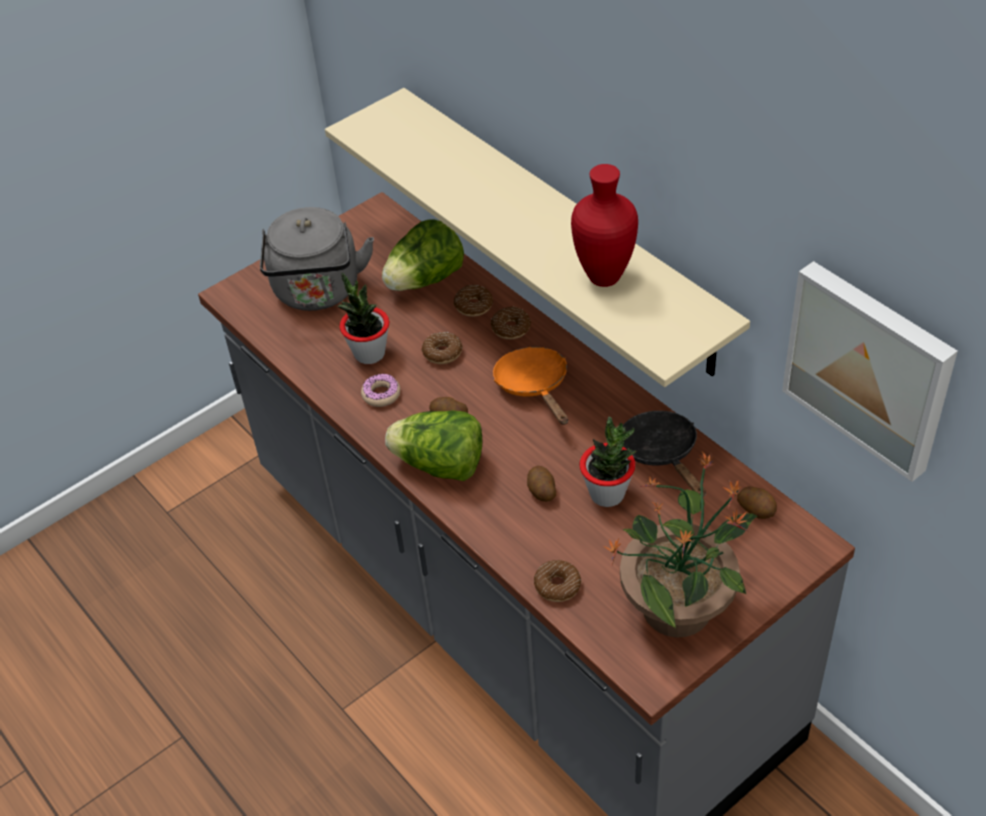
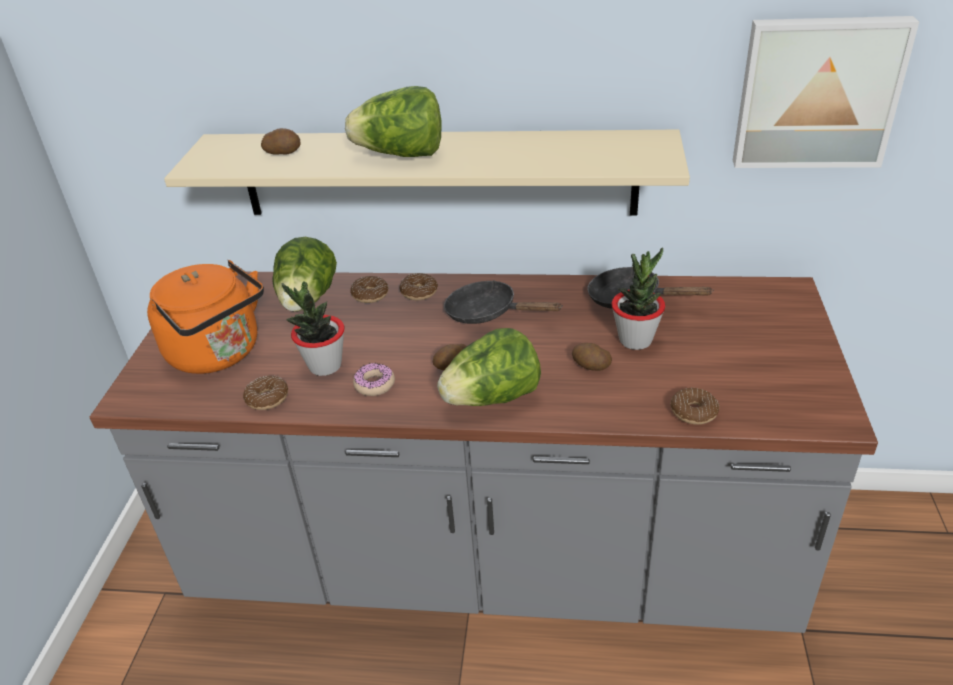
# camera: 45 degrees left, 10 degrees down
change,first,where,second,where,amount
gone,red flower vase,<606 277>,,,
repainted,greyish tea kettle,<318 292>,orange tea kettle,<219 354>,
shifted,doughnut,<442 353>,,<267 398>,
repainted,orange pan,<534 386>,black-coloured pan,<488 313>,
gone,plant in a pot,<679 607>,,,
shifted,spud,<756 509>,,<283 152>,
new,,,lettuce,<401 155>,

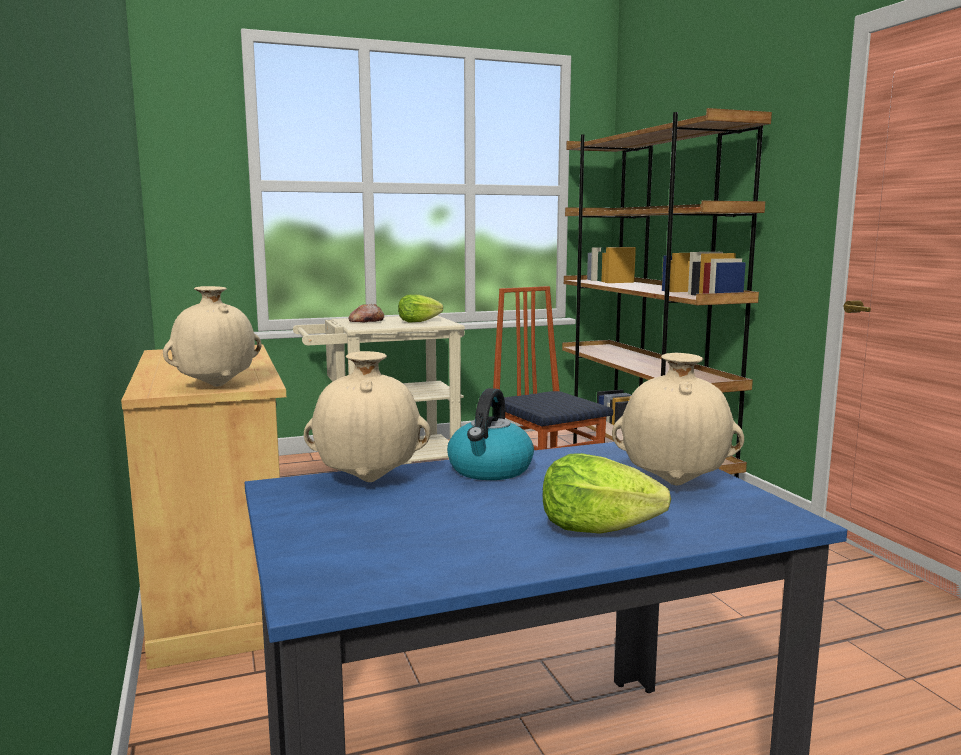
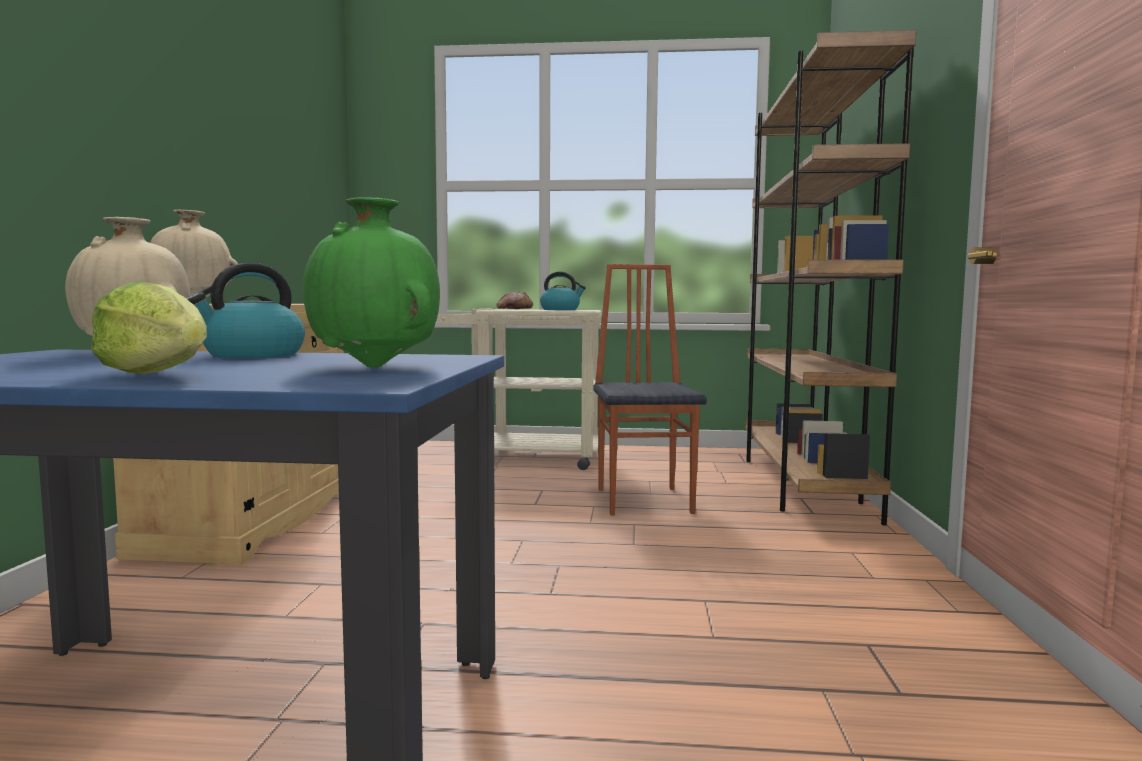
# camera: 25 degrees right, 5 degrees down
change,first,where,second,where,amount
swapped,lettuce,<418 322>,tea kettle,<560 310>,
repainted,beige-coloured flower vase,<675 483>,green-coloured flower vase,<375 367>,

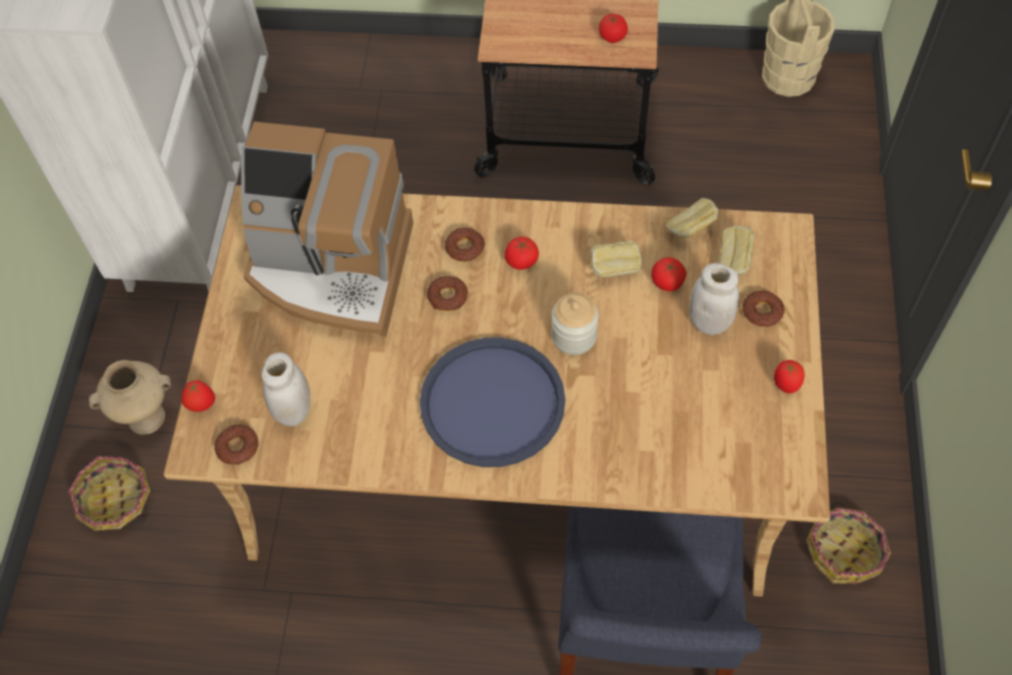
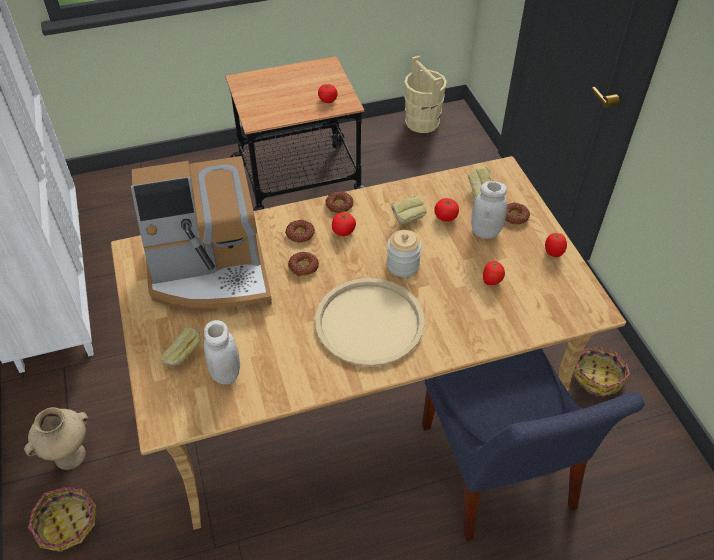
# camera: 25 degrees left, 10 degrees down
change,first,where,second,where,amount
shifted,bread,<690 230>,,<184 356>,
repainted,blue-coloured carrying tray,<493 403>,beige-coloured carrying tray,<369 322>,
shifted,fresh tomato,<202 405>,,<492 282>,
shifted,doughnut,<237 447>,,<339 205>,

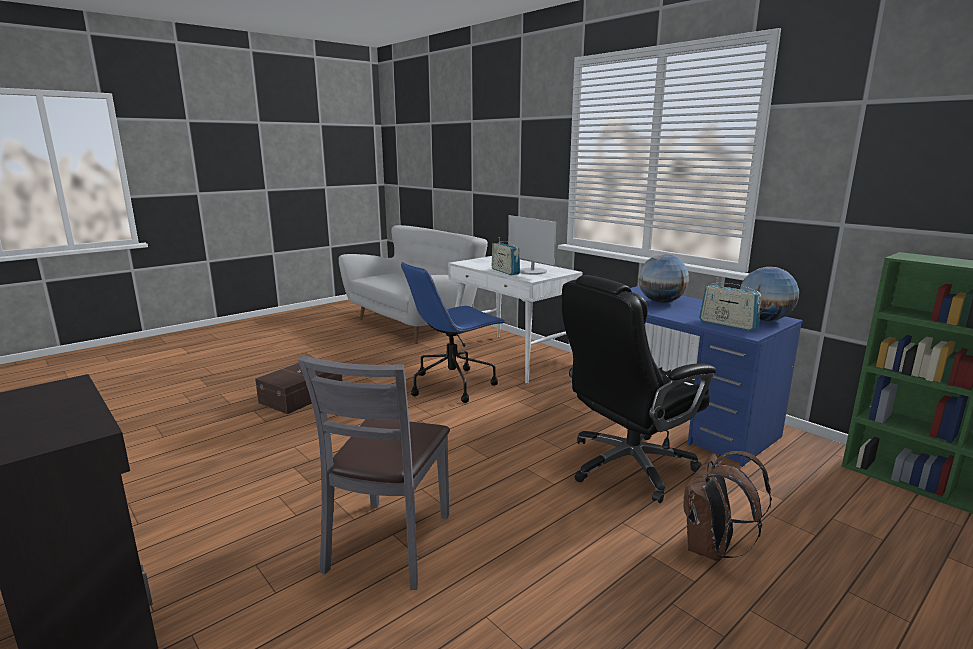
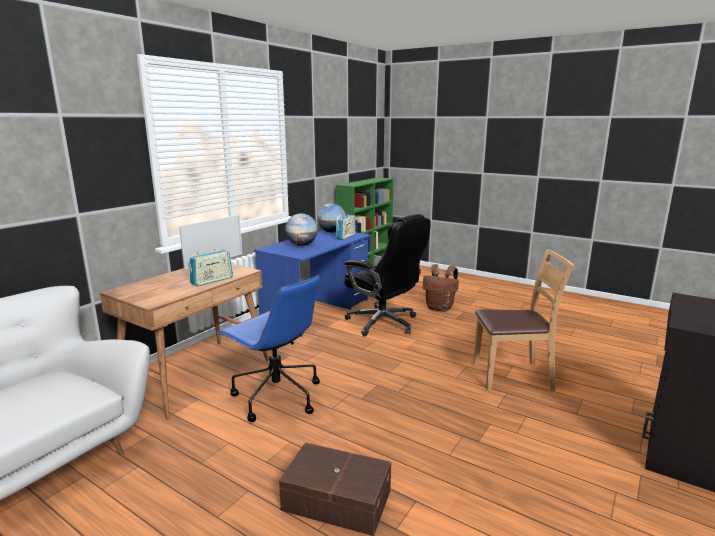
# camera: 105 degrees left, 0 degrees up
change,first,where,second,where,amount
repainted,white desk unit,<512 358>,brown-coloured desk unit,<197 375>,
repainted,greyish chair,<389 544>,brown-coloured chair,<513 376>,

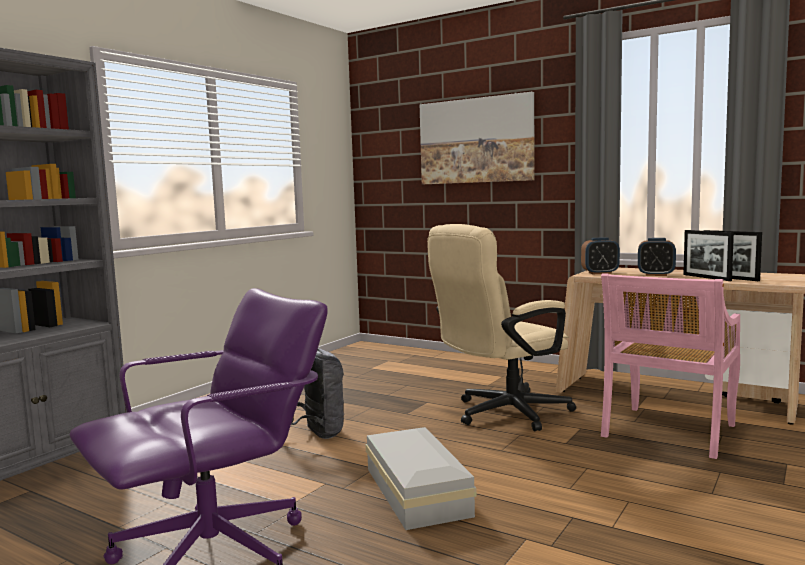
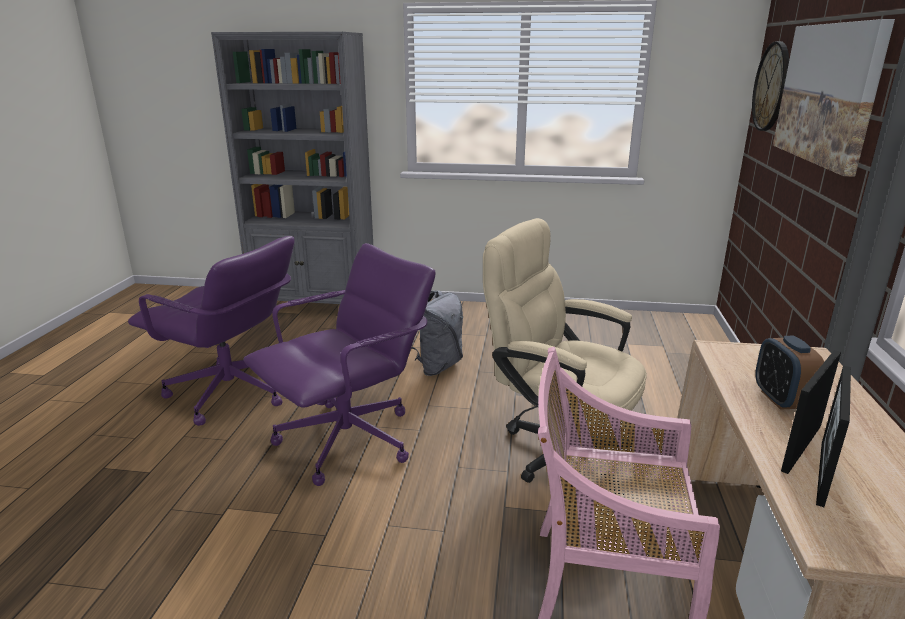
# camera: 65 degrees right, 15 degrees up
change,first,where,second,where,amount
gone,bedside clock,<600 273>,,,
swapped,white storage bin,<418 490>,purplish office chair,<349 440>,
new,,,clock on the wall,<772 87>,

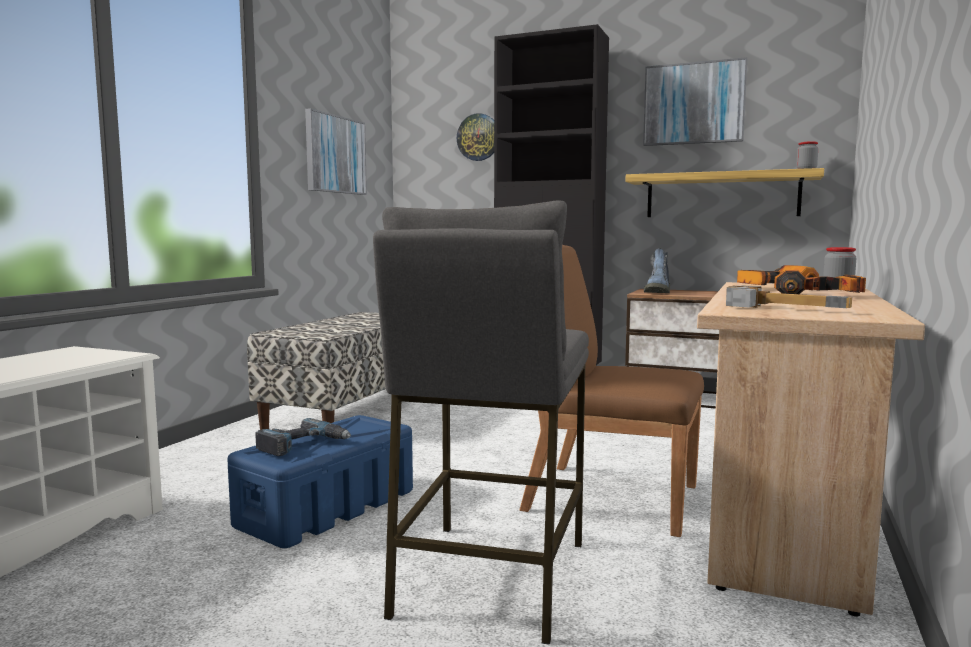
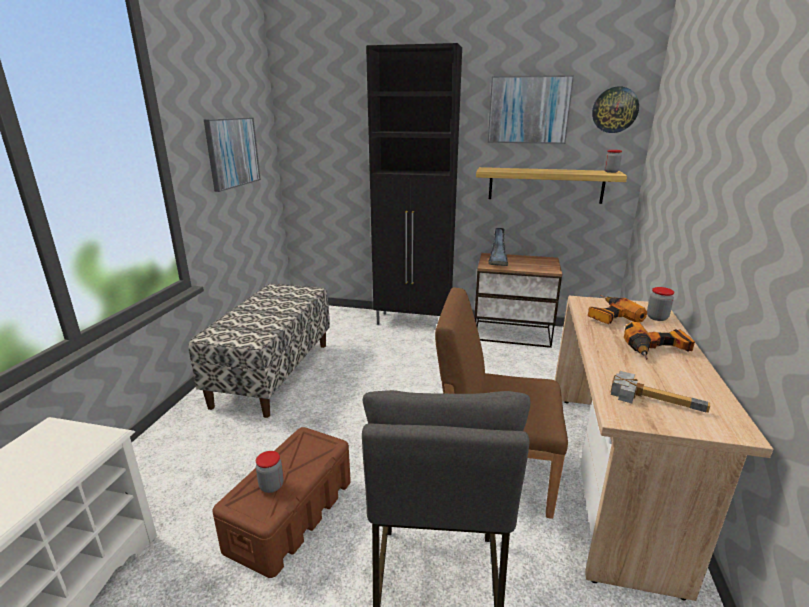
# camera: 10 degrees left, 15 degrees up
change,first,where,second,where,amount
shifted,clock on the wall,<478 137>,,<615 110>,
repainted,blue-coloured storage bin,<329 507>,brown-coloured storage bin,<292 514>,
swapped,drill,<303 445>,jar,<271 486>,

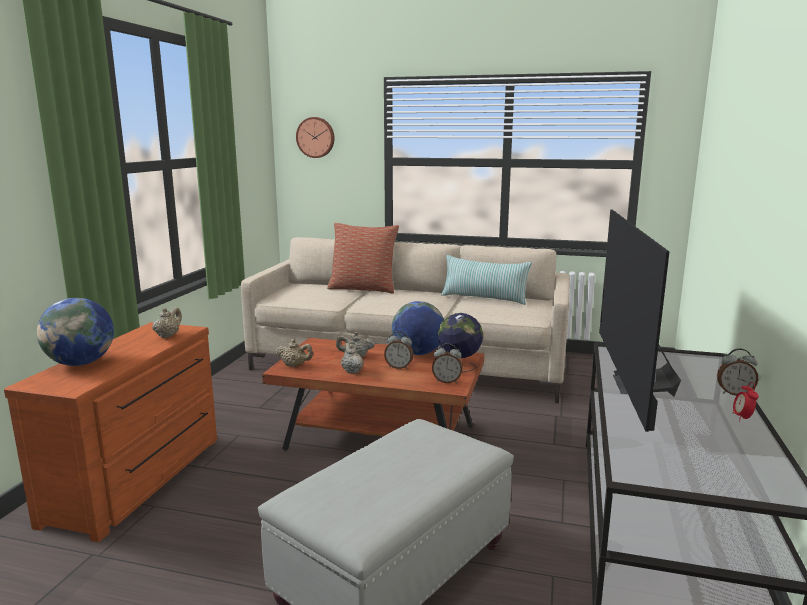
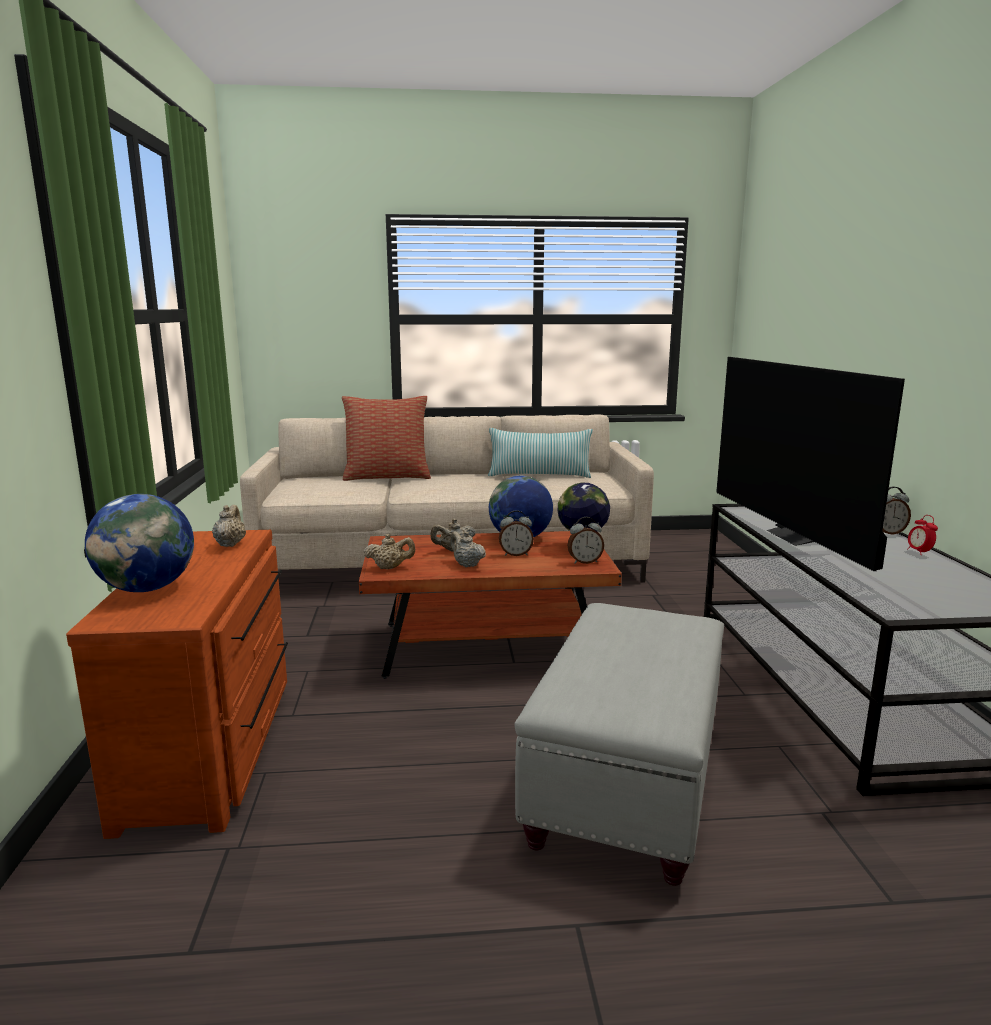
# camera: 20 degrees left, 0 degrees up
change,first,where,second,where,amount
gone,clock on the wall,<316 137>,,,

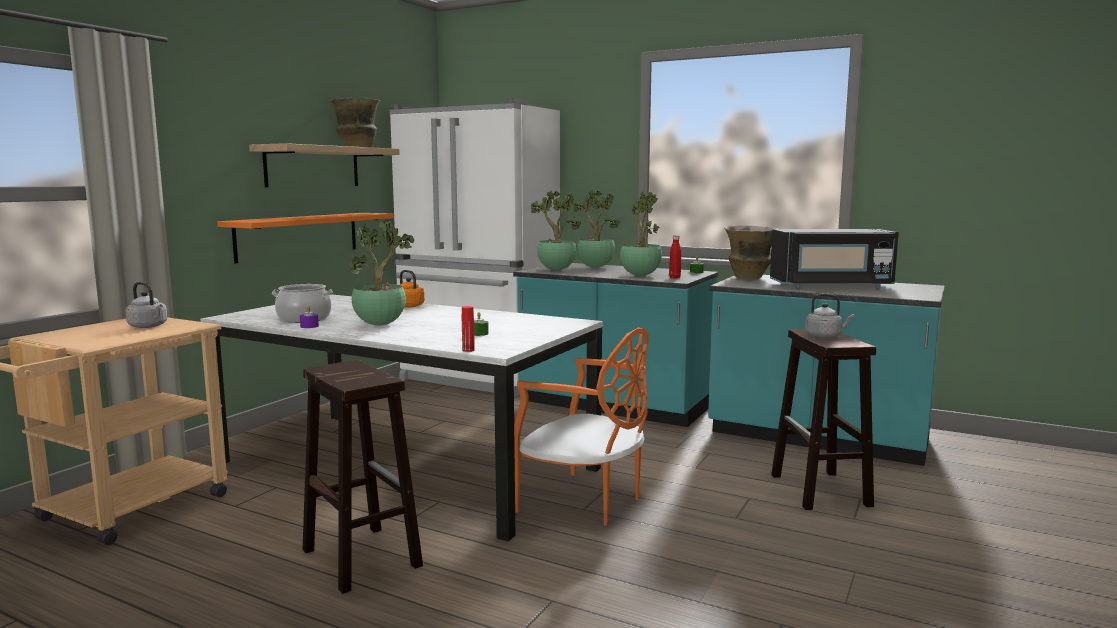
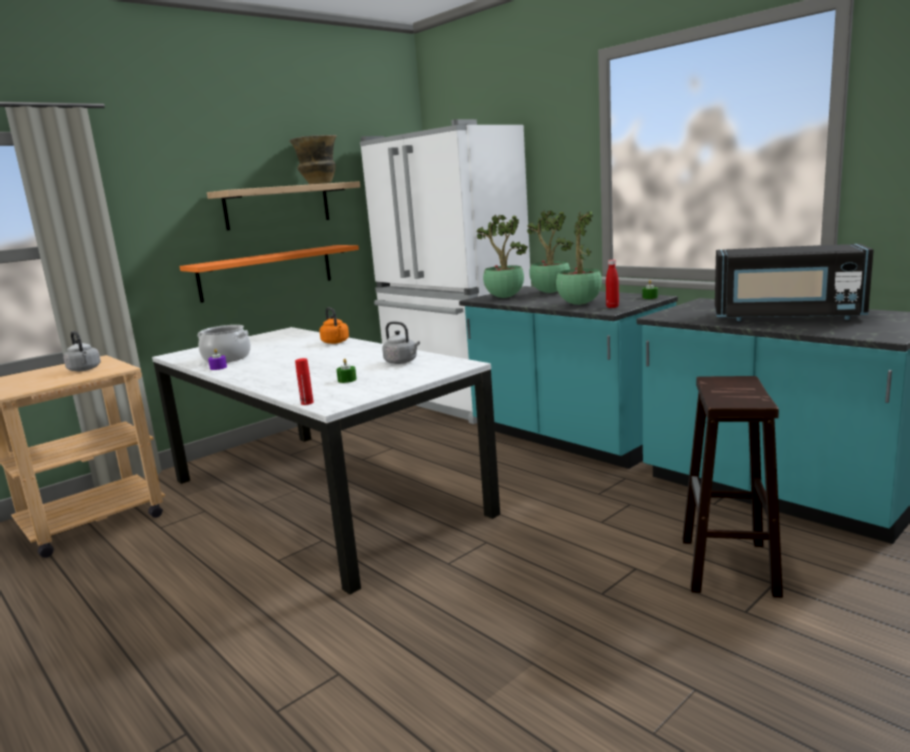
# camera: 20 degrees right, 5 degrees up
change,first,where,second,where,amount
gone,plant in a pot,<381 324>,,,
gone,flower vase,<749 278>,,,
shifted,greyish tea kettle,<825 336>,,<402 362>,
gone,orange chair,<584 502>,,,
gone,brown-coloured stool,<360 557>,,,

